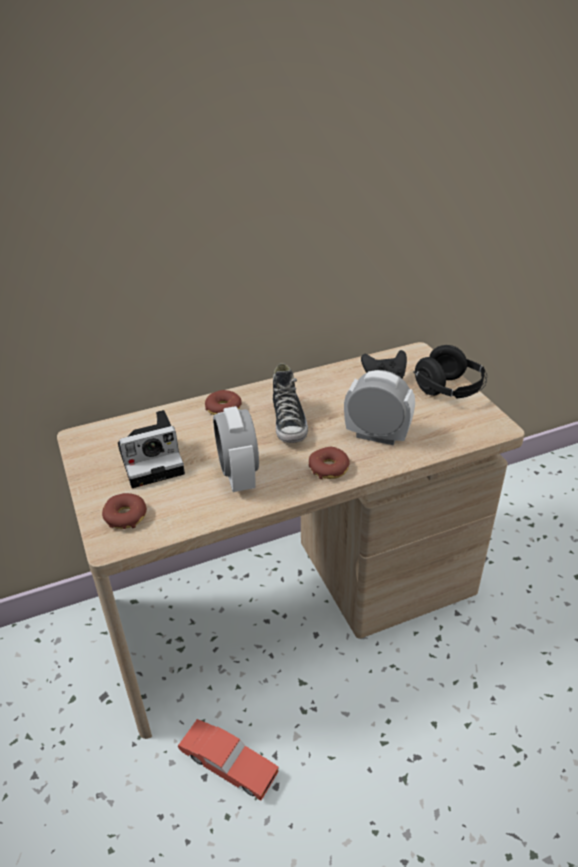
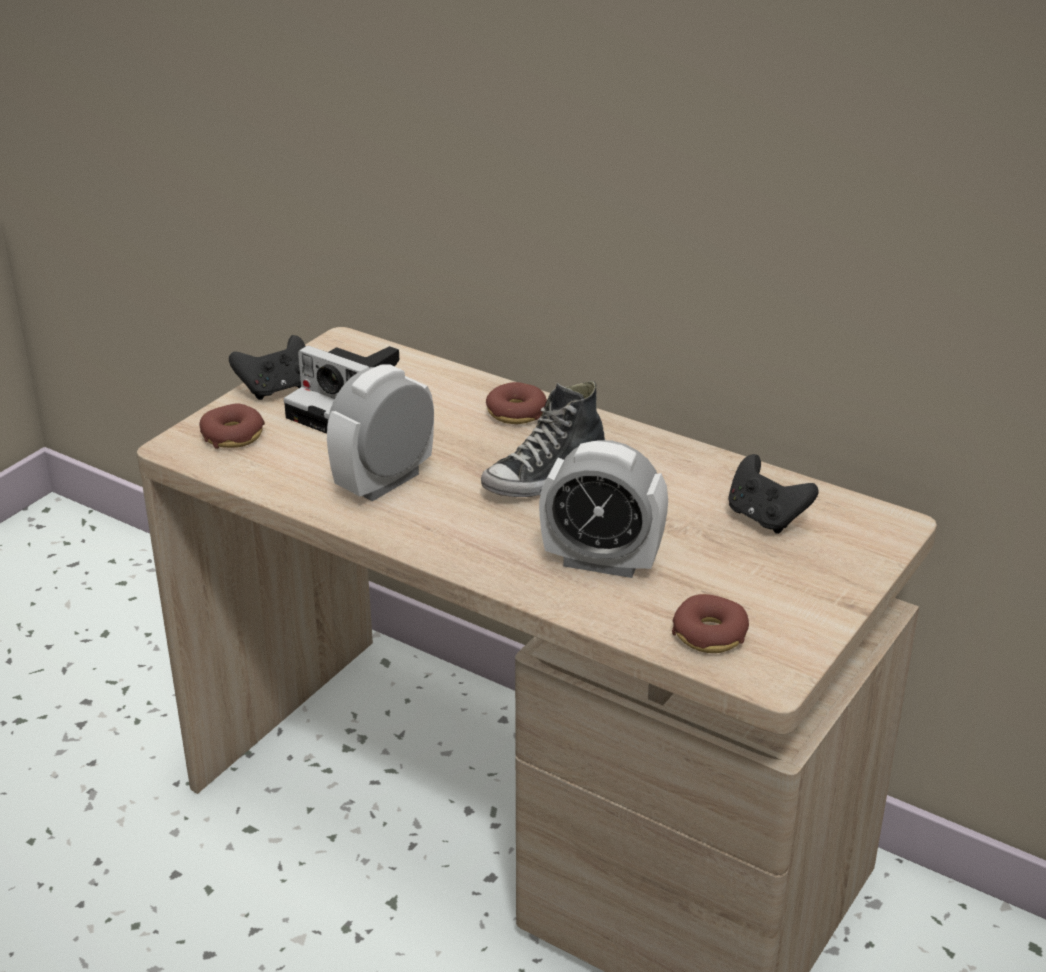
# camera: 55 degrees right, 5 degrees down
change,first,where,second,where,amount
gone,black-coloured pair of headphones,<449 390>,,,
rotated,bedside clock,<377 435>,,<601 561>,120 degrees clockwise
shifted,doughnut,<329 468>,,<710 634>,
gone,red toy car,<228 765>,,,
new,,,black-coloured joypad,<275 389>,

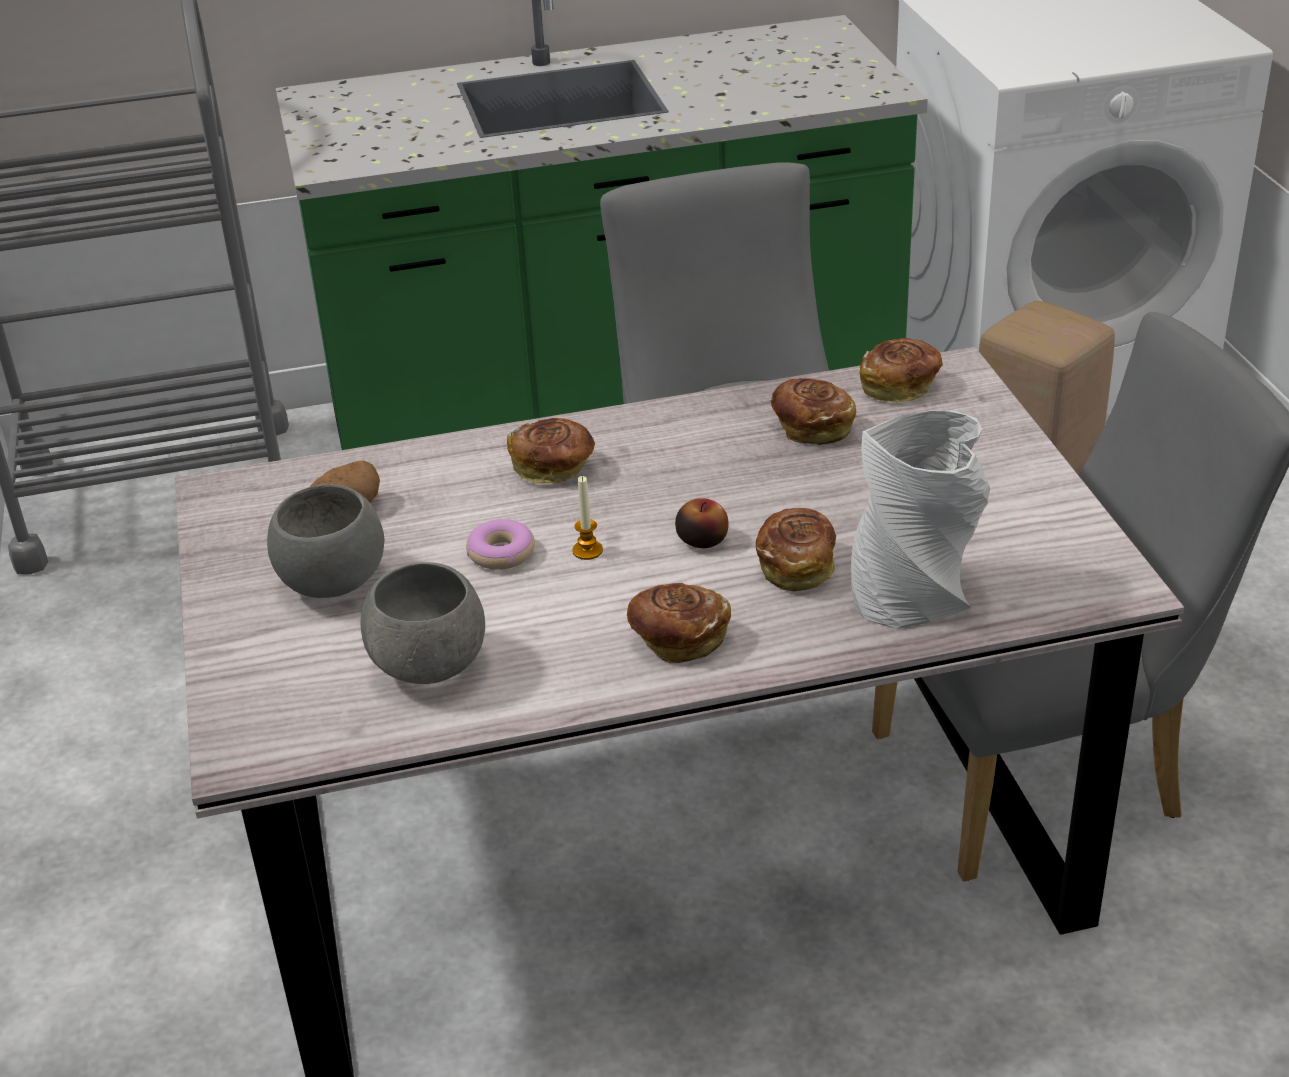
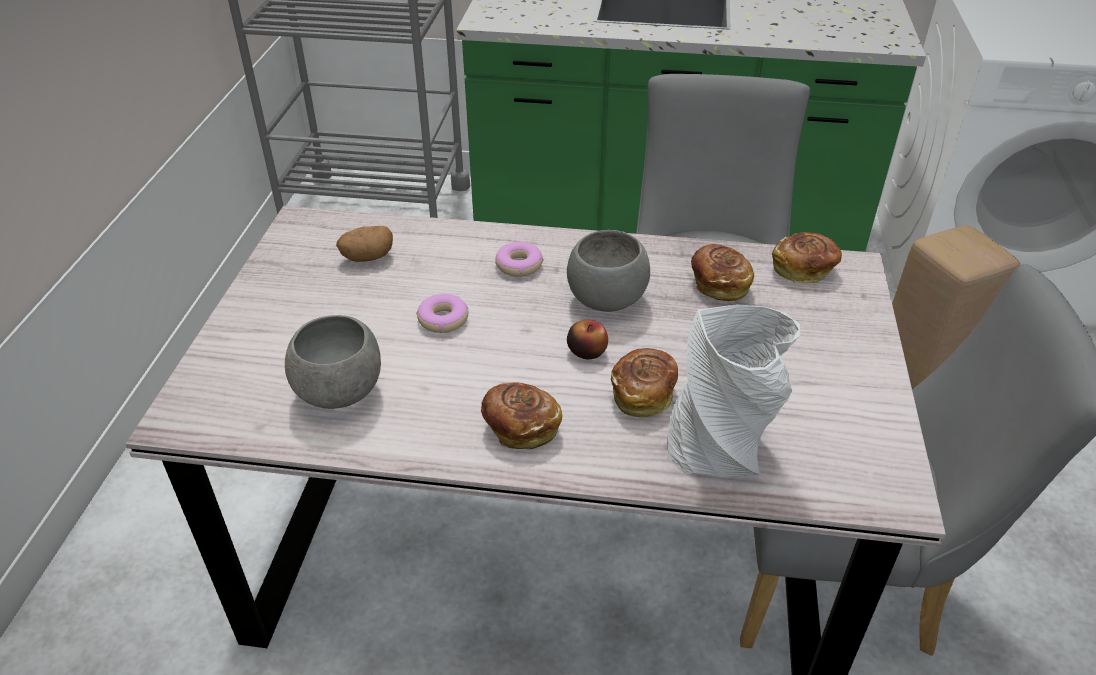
# camera: 20 degrees right, 5 degrees up
change,first,where,second,where,amount
swapped,bread,<553 468>,doughnut,<519 265>,
gone,wax candle,<587 551>,,,
shifted,greyish deep dish,<331 583>,,<605 300>,

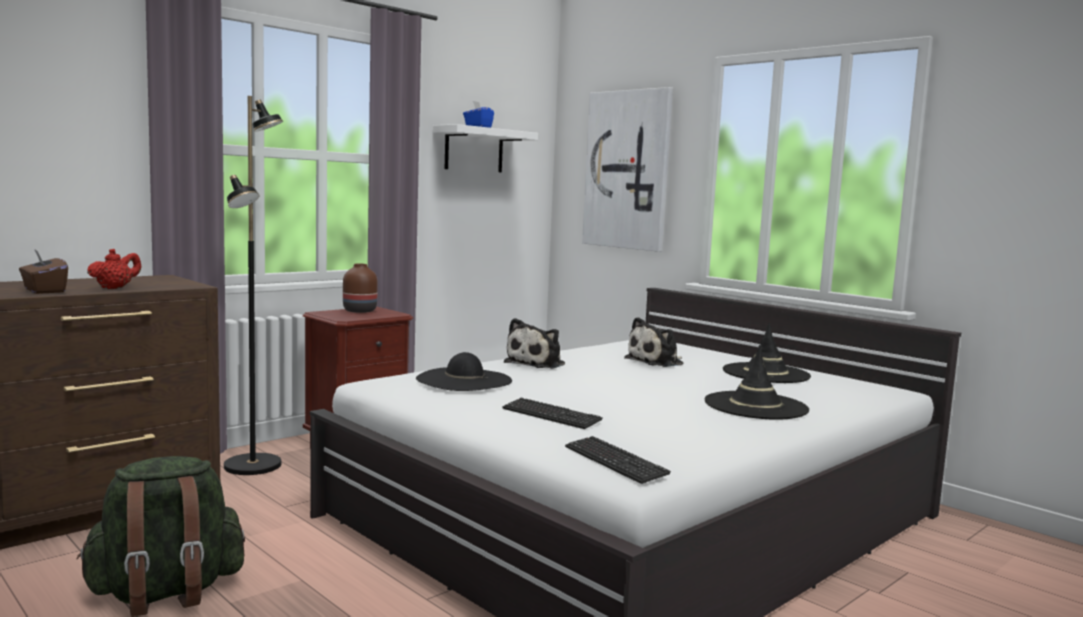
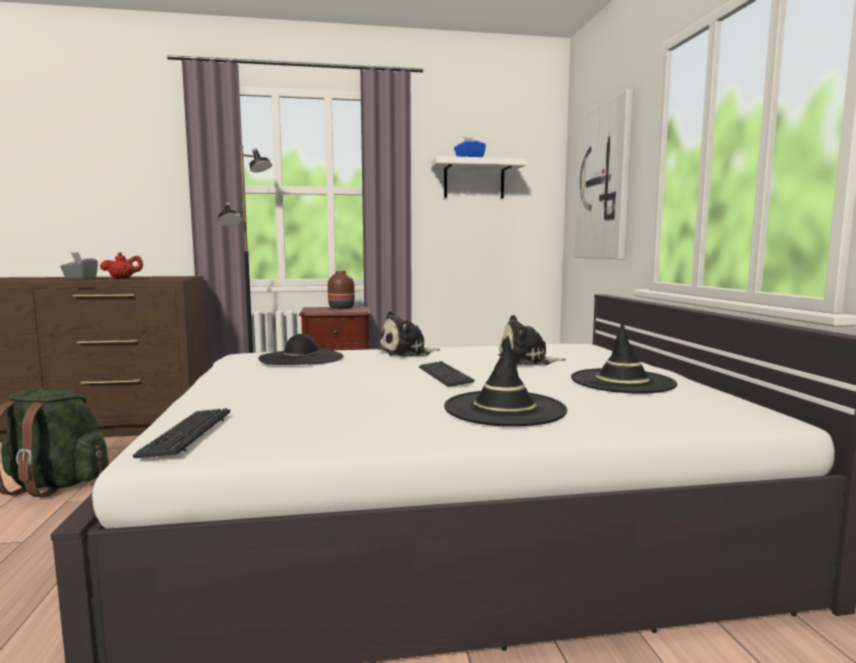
# camera: 35 degrees right, 0 degrees up
change,first,where,second,where,amount
repainted,brown-coloured tissue box,<44 291>,greyish tissue box,<80 279>,
shifted,keyboard,<551 415>,,<444 376>,

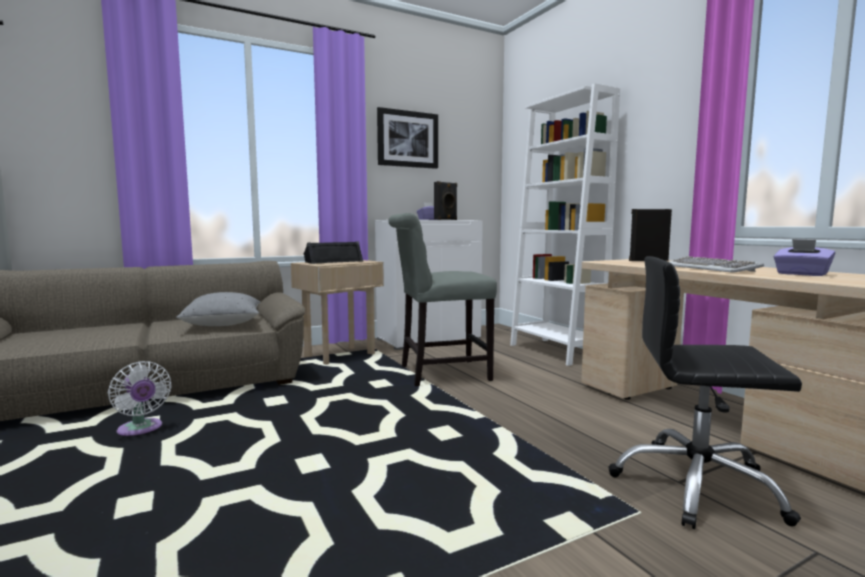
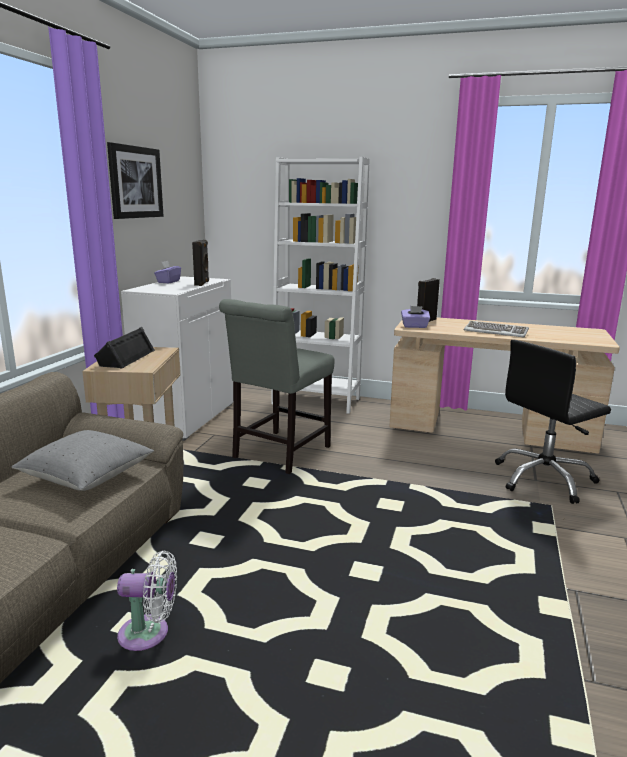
# camera: 45 degrees left, 10 degrees up
change,first,where,second,where,amount
shifted,purplish tissue box,<801 274>,,<414 326>,

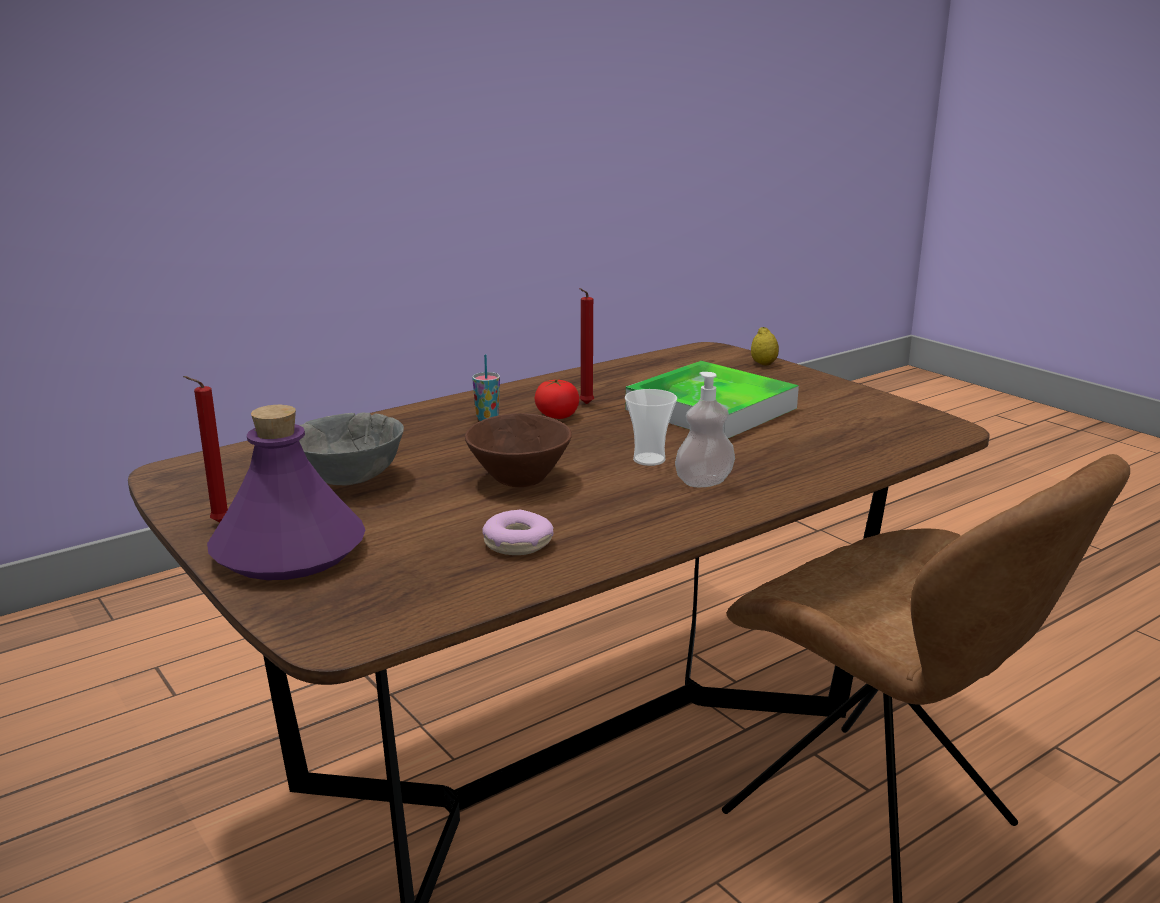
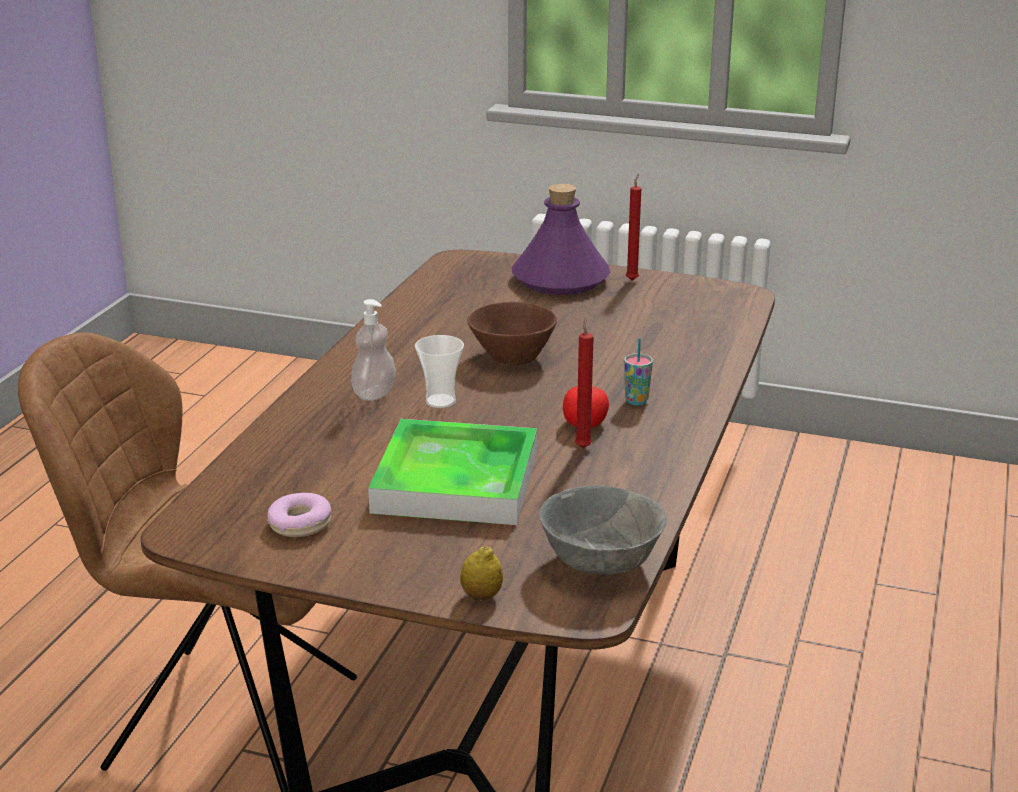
# camera: 145 degrees right, 5 degrees up
change,first,where,second,where,amount
shifted,greyish deep dish,<348 478>,,<601 562>,
shifted,doughnut,<518 543>,,<300 524>,

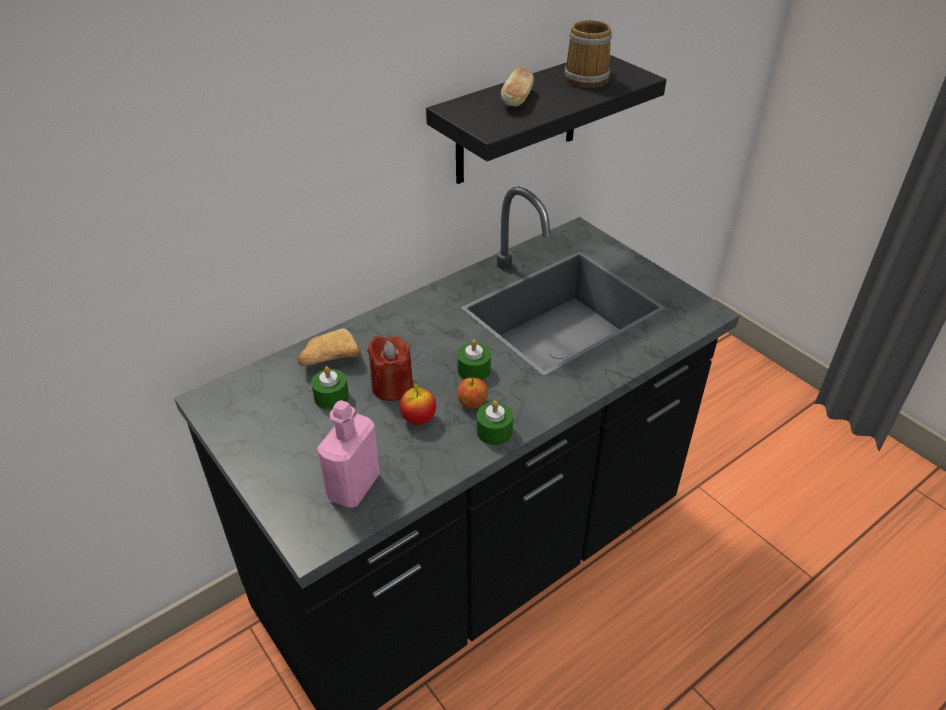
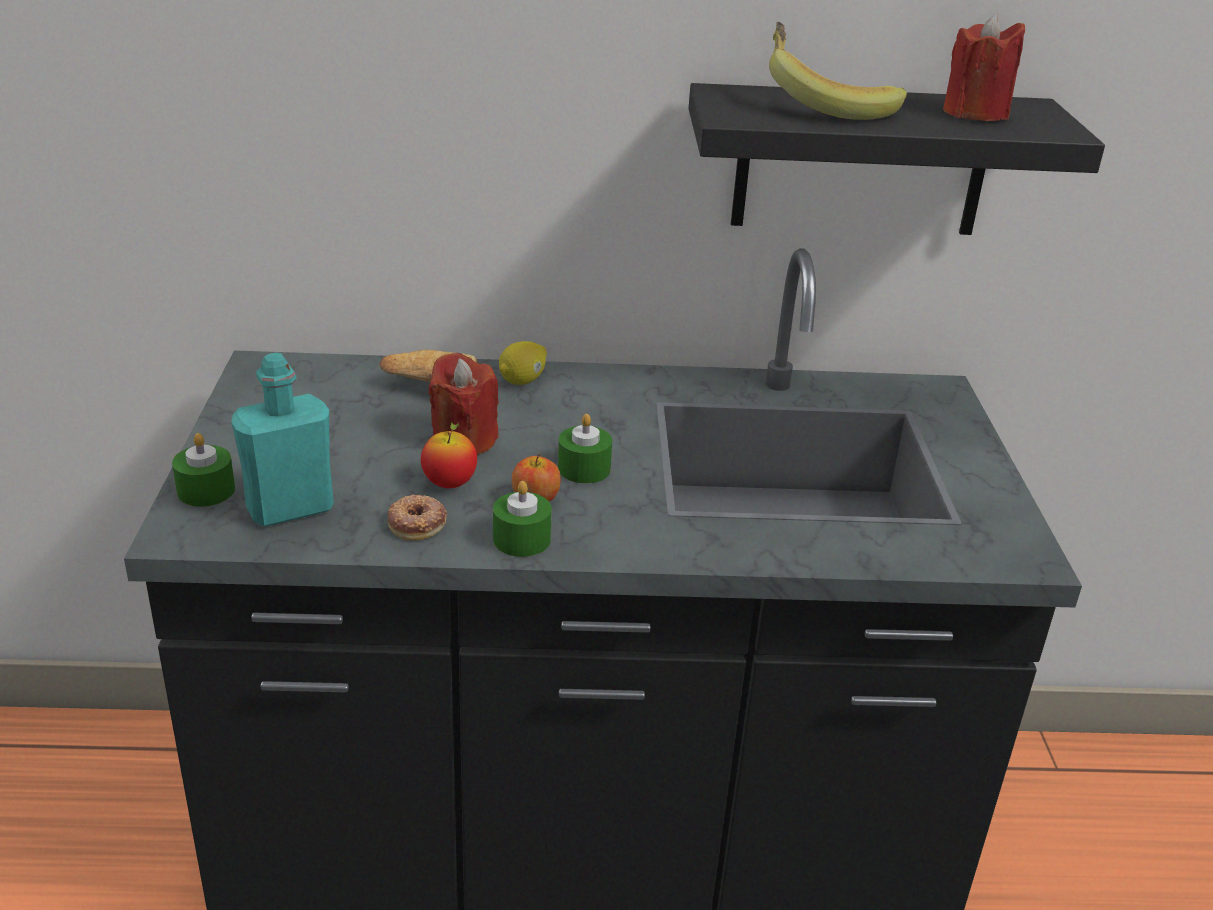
# camera: 35 degrees right, 10 degrees down
change,first,where,second,where,amount
swapped,coffee mug,<588 77>,red wax candle,<975 113>,
swapped,bread,<517 99>,whole banana,<825 105>,
shifted,green-coloured wax candle,<331 397>,,<206 490>,
repainted,pink beverage bottle,<353 486>,turquoise-coloured beverage bottle,<290 509>,
new,,,lemon,<523 381>,
new,,,doughnut,<417 523>,

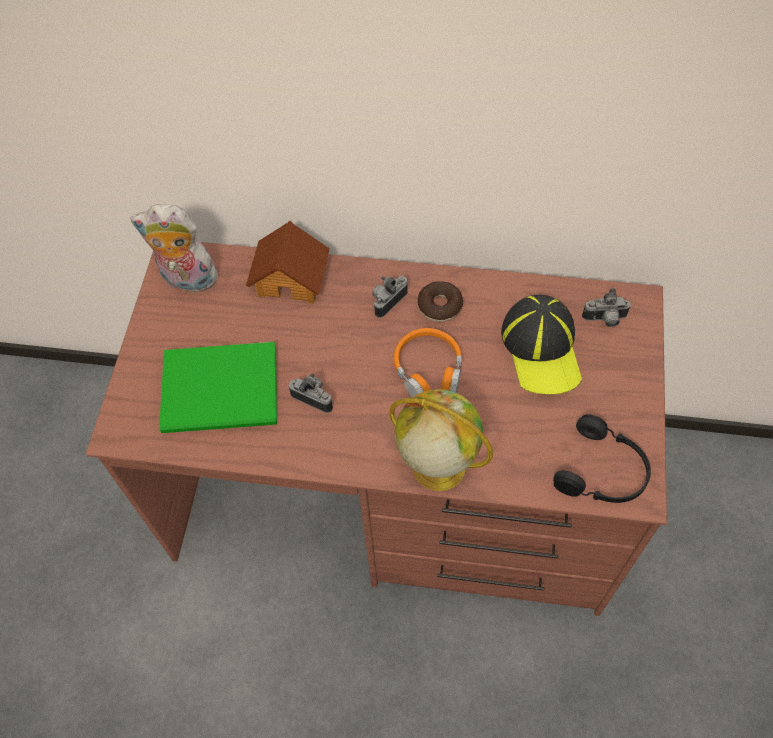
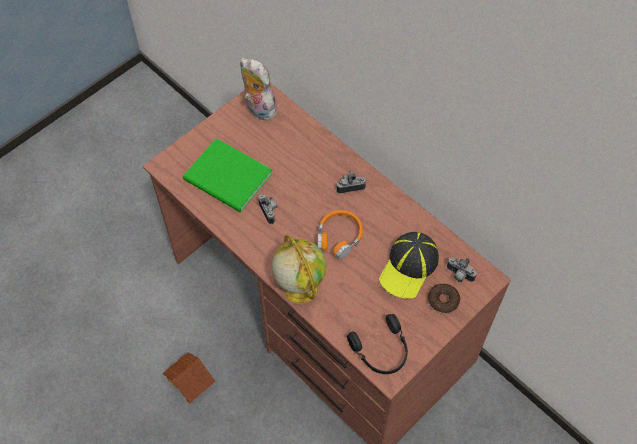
# camera: 35 degrees right, 0 degrees up
change,first,where,second,where,amount
shifted,toy house,<291 277>,,<191 381>,
shifted,doughnut,<440 306>,,<443 301>,

